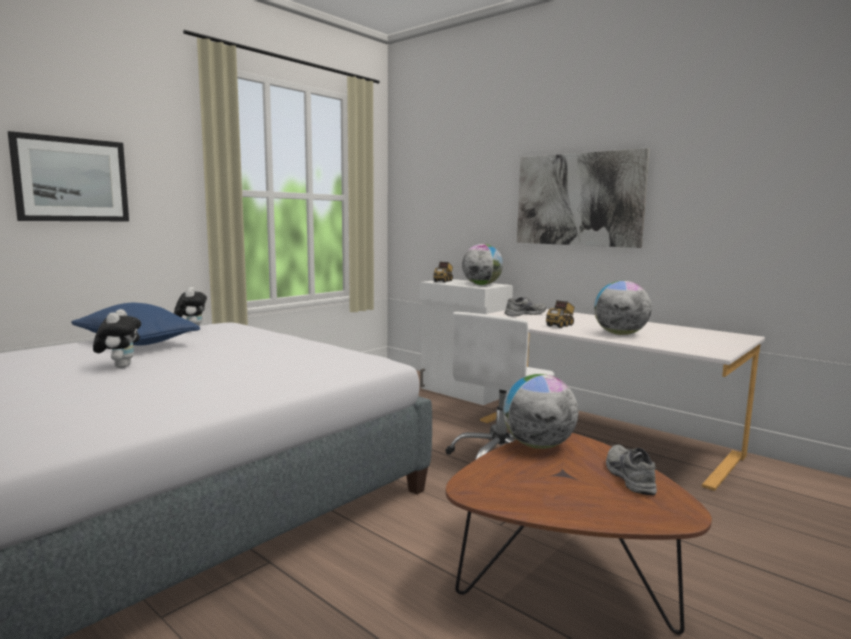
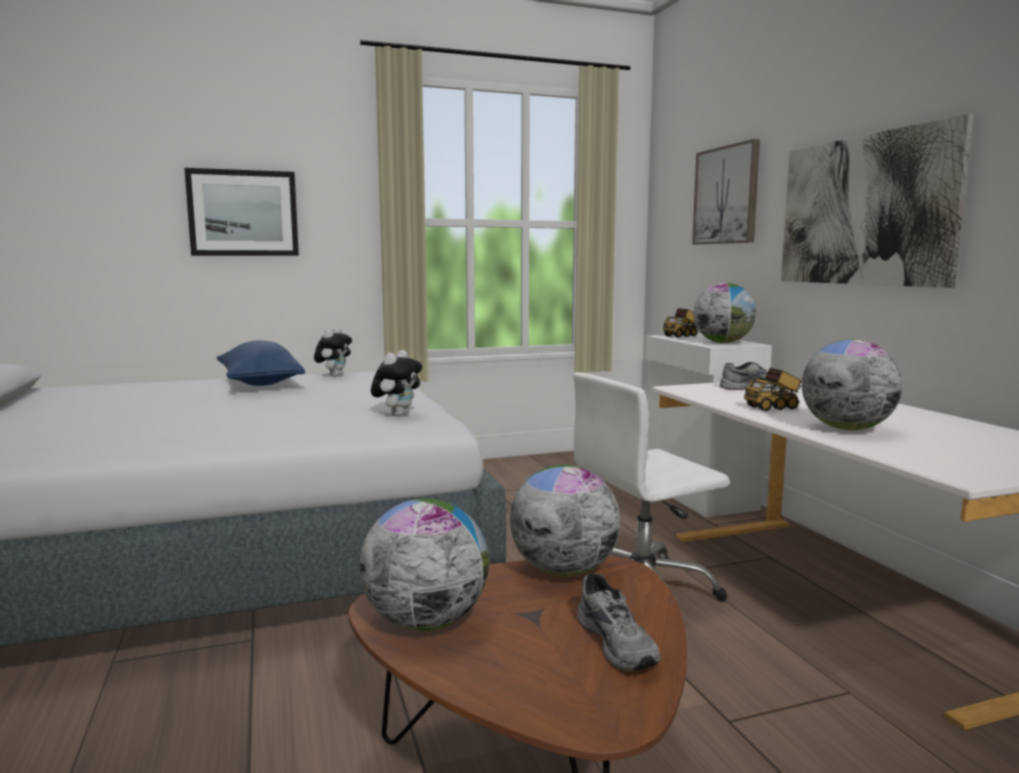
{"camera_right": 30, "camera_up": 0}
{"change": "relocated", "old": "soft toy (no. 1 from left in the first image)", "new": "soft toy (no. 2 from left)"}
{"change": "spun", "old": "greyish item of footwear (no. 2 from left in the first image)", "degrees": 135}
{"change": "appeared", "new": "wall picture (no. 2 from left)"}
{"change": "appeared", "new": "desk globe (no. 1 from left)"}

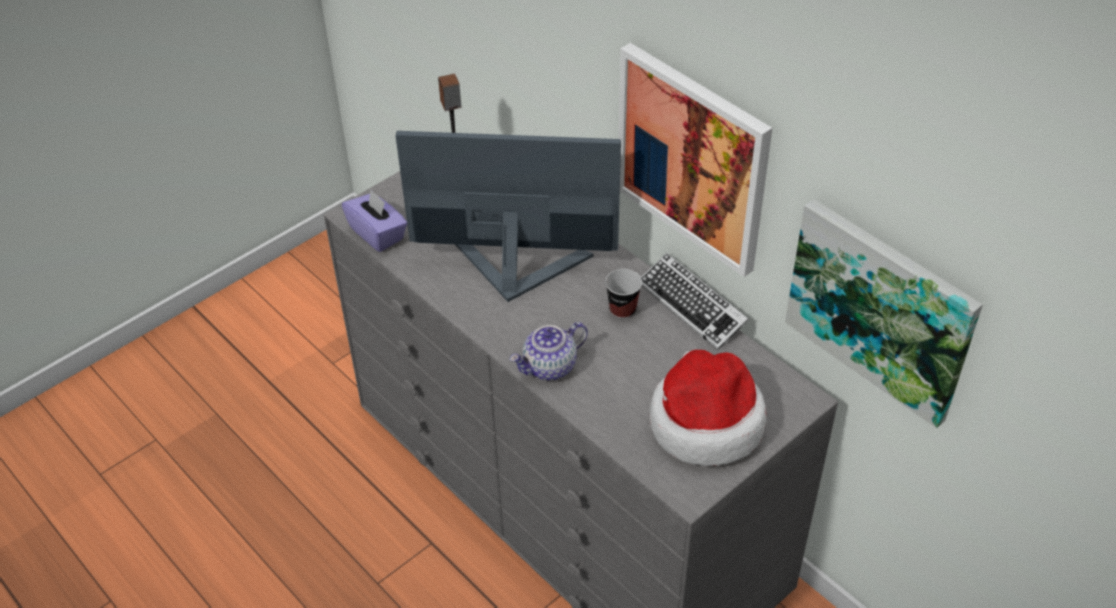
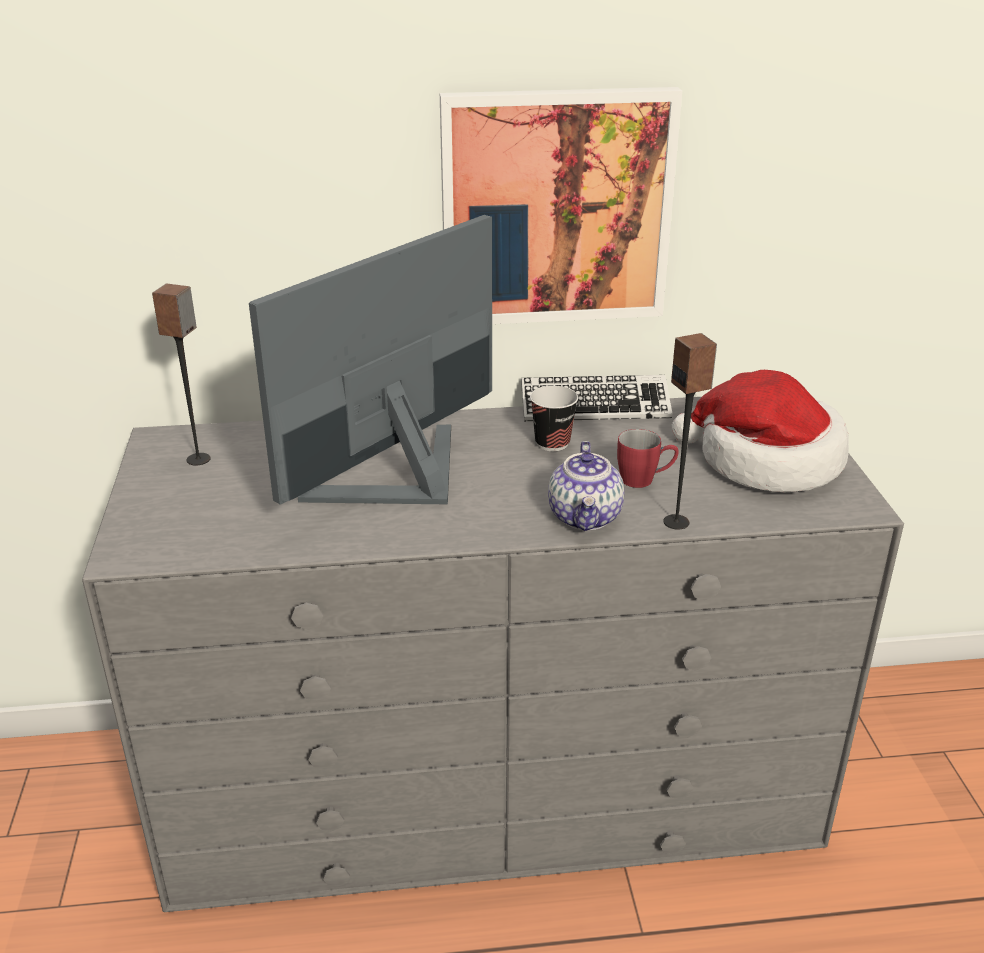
{"camera_right": -55, "camera_up": -15}
{"change": "missing", "old": "purple box of tissues"}
{"change": "missing", "old": "wall picture (no. 2 from left)"}
{"change": "appeared", "new": "audio speaker (no. 2 from left)"}
{"change": "appeared", "new": "red-coloured mug"}

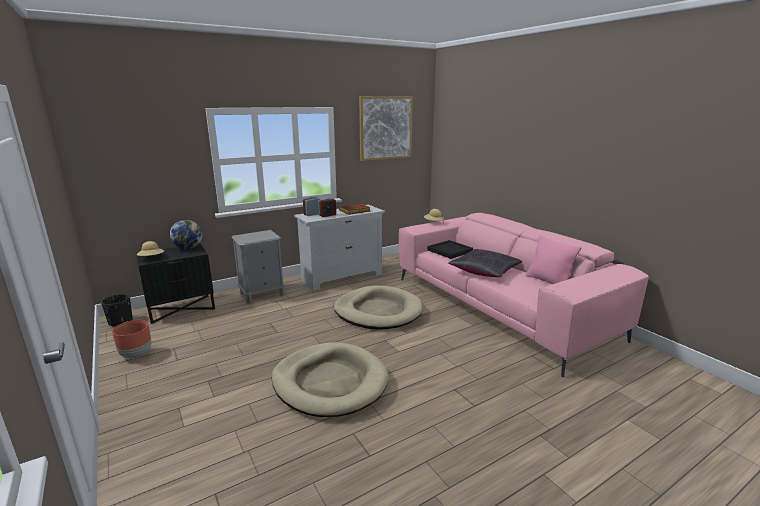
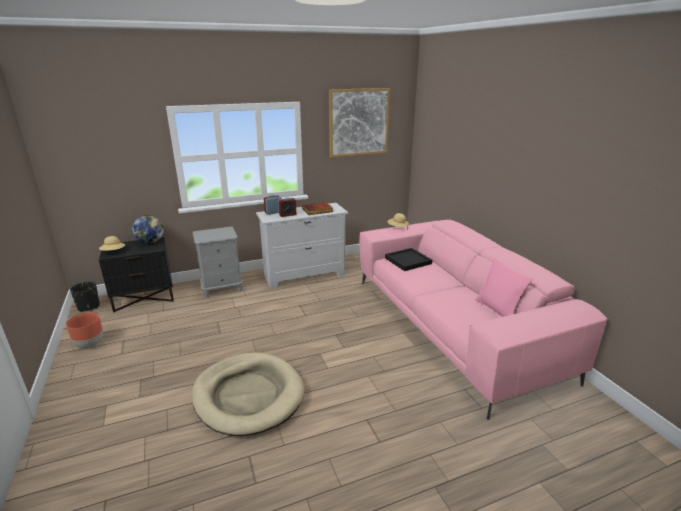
{"camera_right": 10, "camera_up": 5}
{"change": "missing", "old": "black-coloured throw pillow"}
{"change": "missing", "old": "beige-coloured pet bed (no. 2 from left)"}

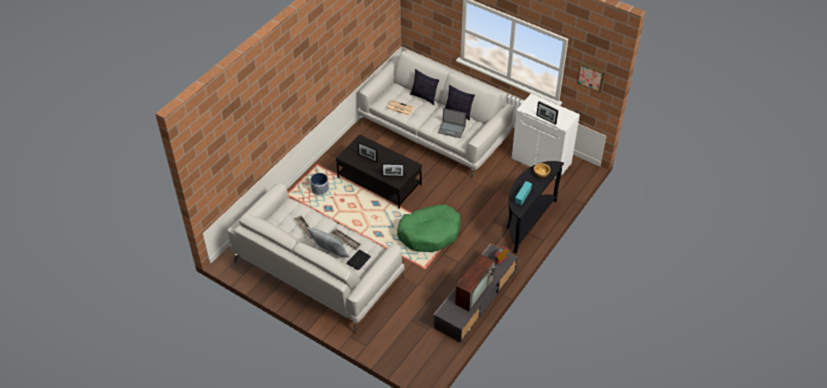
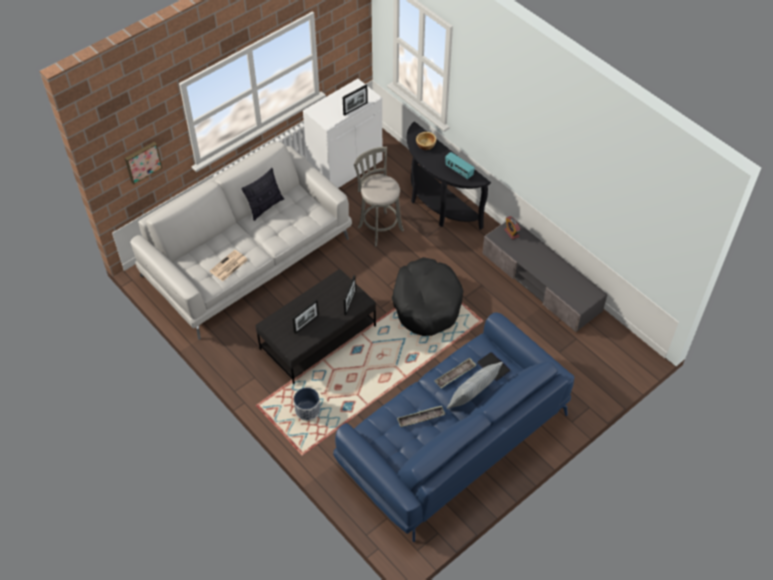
{"camera_right": -75, "camera_up": 5}
{"change": "relocated", "old": "wall picture"}
{"change": "missing", "old": "throw pillow (no. 2 from left)"}
{"change": "missing", "old": "notebook computer (no. 2 from left)"}
{"change": "colour", "old": "white-coloured sofa (no. 1 from left)", "new": "blue sofa"}
{"change": "colour", "old": "green-coloured pet bed", "new": "black-coloured pet bed"}
{"change": "missing", "old": "television"}
{"change": "appeared", "new": "greyish sitting stool"}

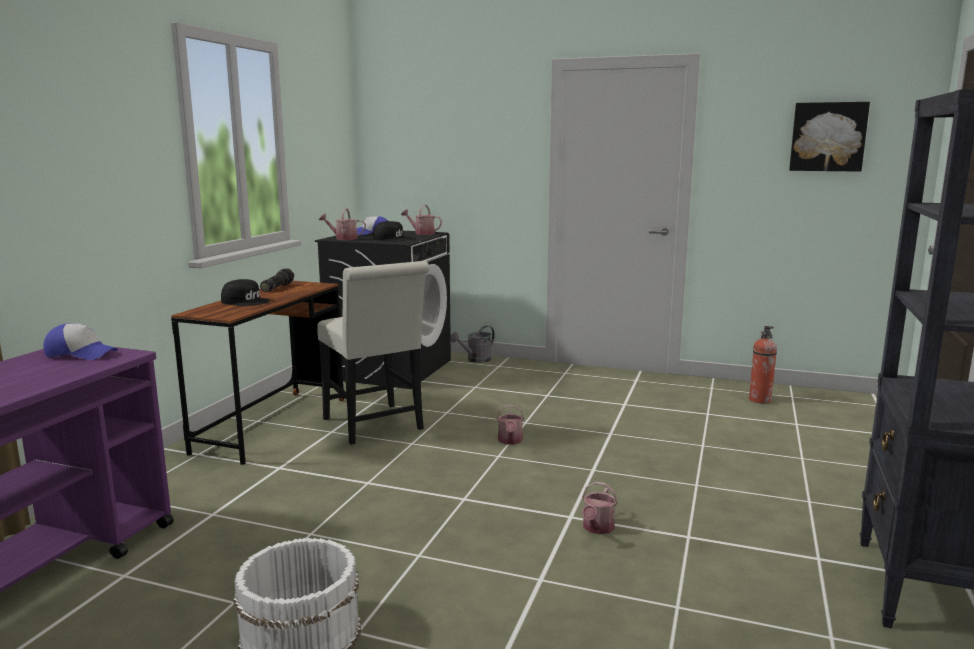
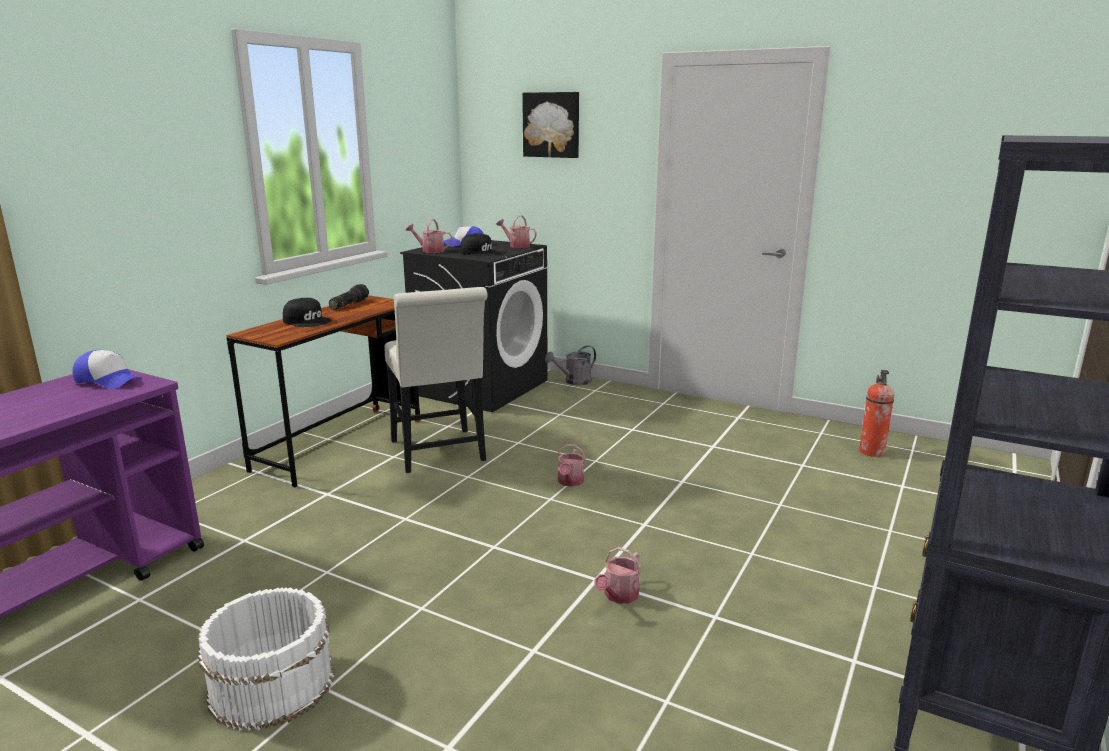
{"camera_right": 10, "camera_up": 5}
{"change": "relocated", "old": "wall picture"}

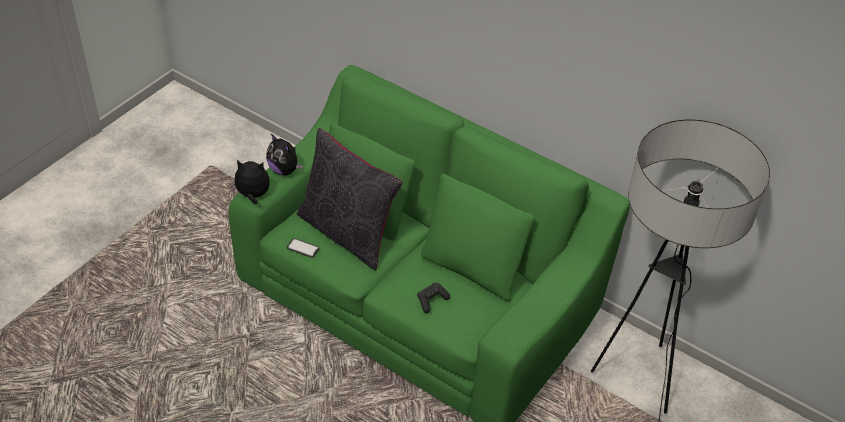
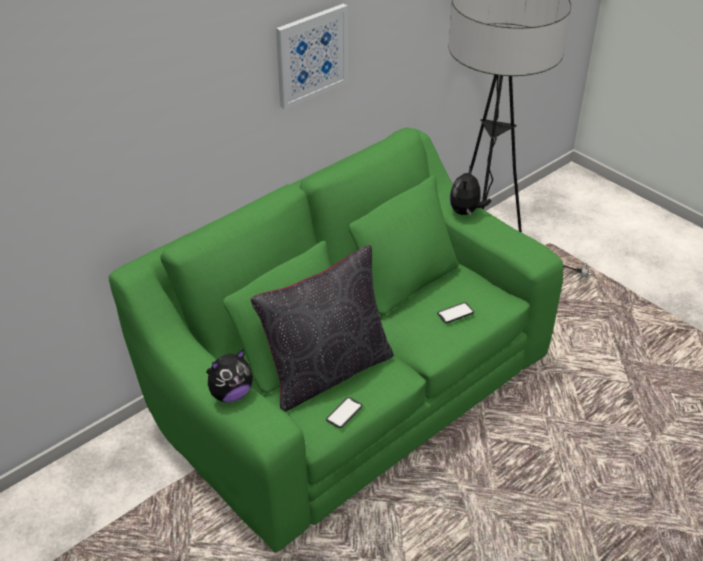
{"camera_right": -75, "camera_up": -5}
{"change": "relocated", "old": "soft toy (no. 1 from left in the first image)", "new": "soft toy (no. 2 from left)"}
{"change": "exchanged", "old": "black-coloured gamepad", "new": "handset (no. 2 from left)"}
{"change": "appeared", "new": "wall picture"}

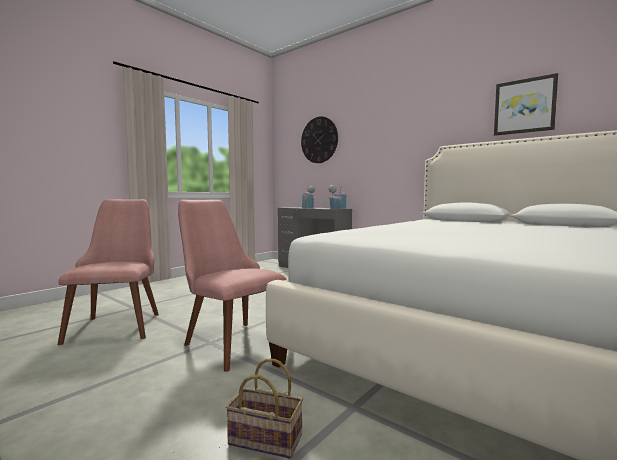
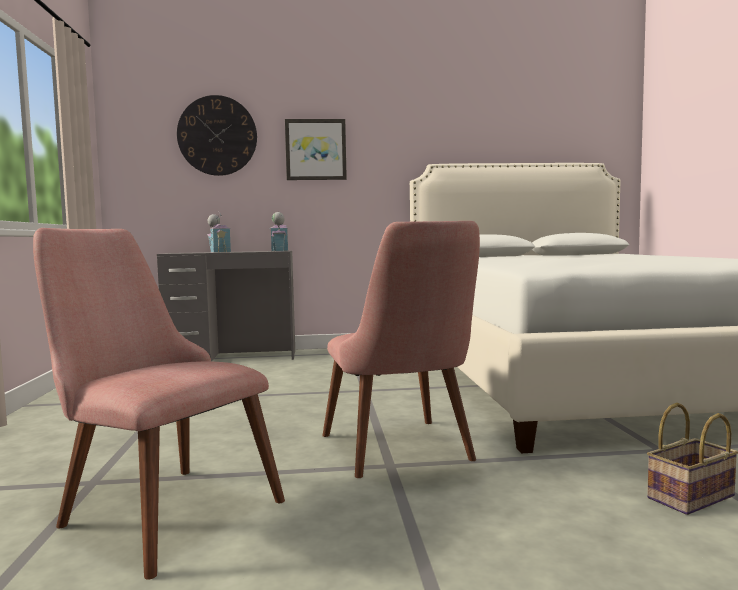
{"camera_right": -45, "camera_up": 0}
{"change": "relocated", "old": "wall picture"}
{"change": "spun", "old": "pinkish chair (no. 2 from left)", "degrees": -105}

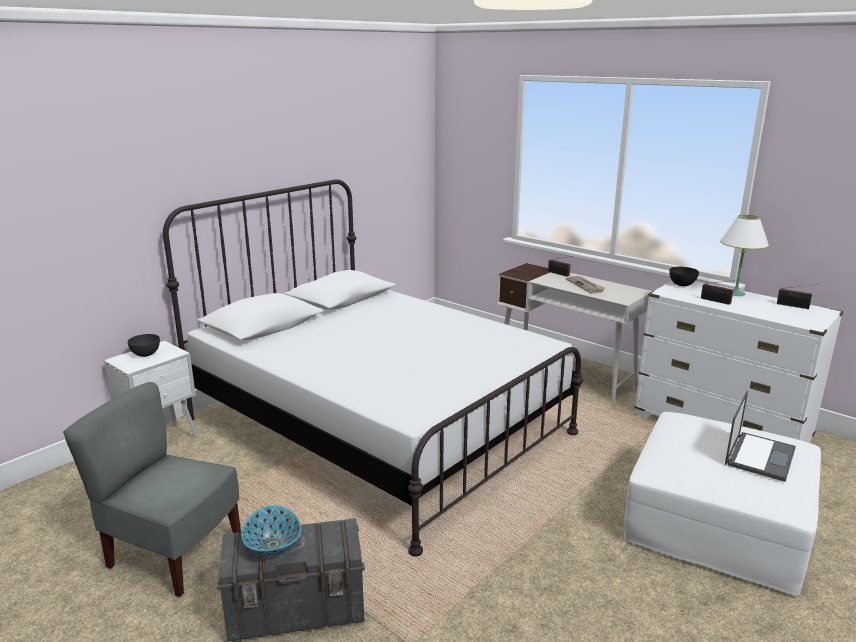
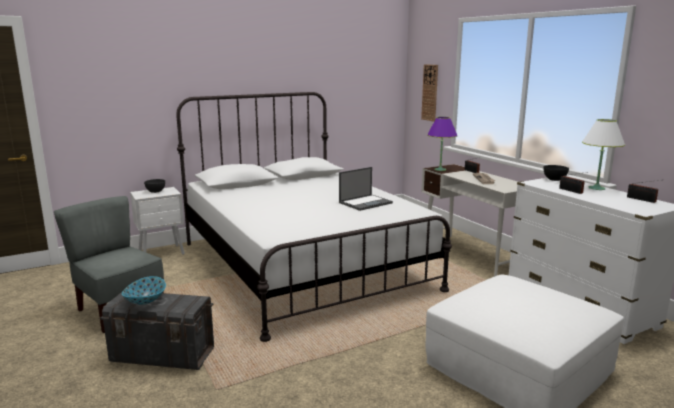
{"camera_right": 20, "camera_up": -5}
{"change": "relocated", "old": "notebook computer"}
{"change": "appeared", "new": "clock on the wall"}
{"change": "appeared", "new": "purple tabletop lamp"}

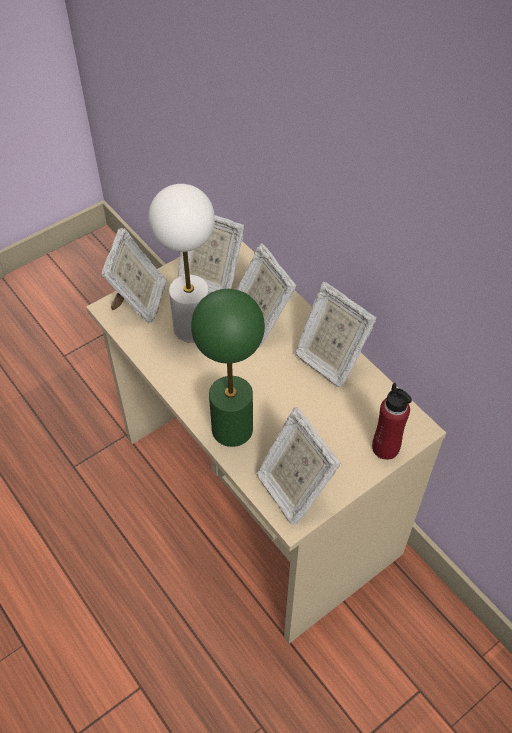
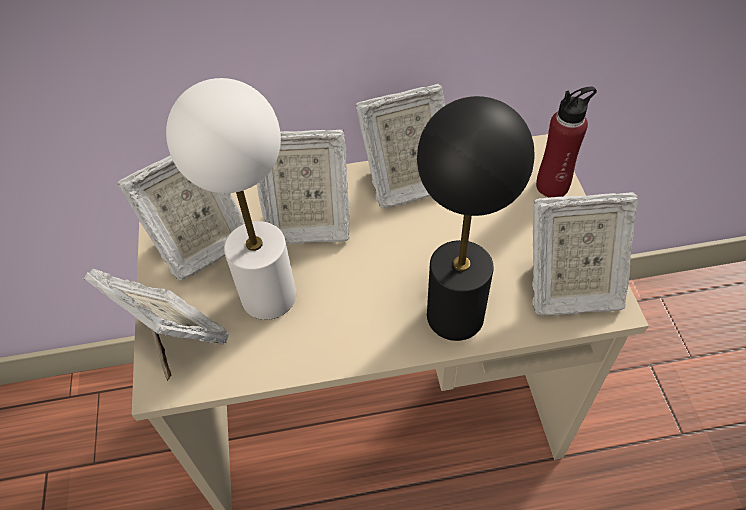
{"camera_right": -60, "camera_up": 0}
{"change": "colour", "old": "green-coloured tabletop lamp", "new": "black-coloured tabletop lamp"}

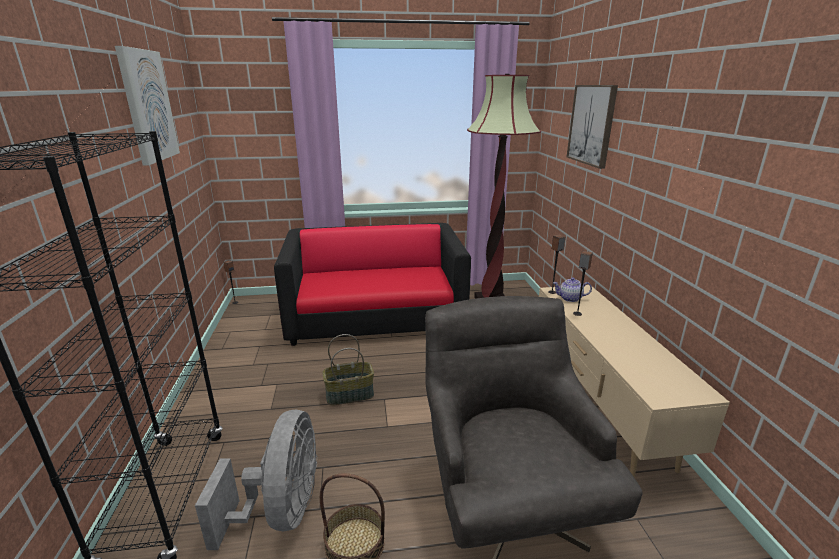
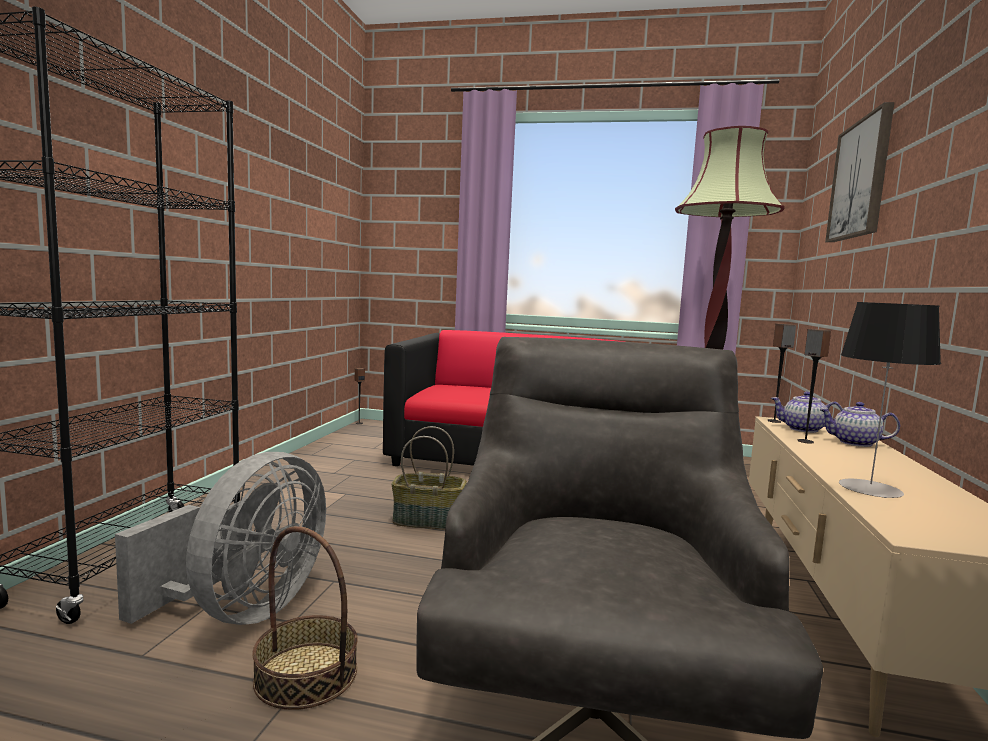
{"camera_right": 20, "camera_up": -15}
{"change": "missing", "old": "wall picture (no. 1 from left)"}
{"change": "appeared", "new": "tabletop lamp"}
{"change": "appeared", "new": "pot for tea (no. 2 from left)"}

